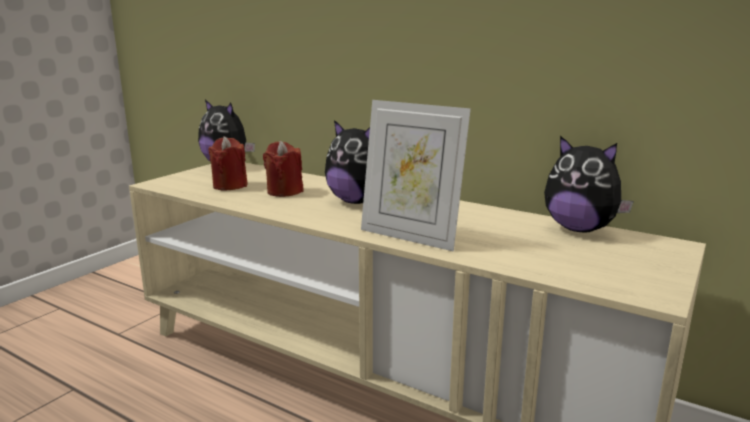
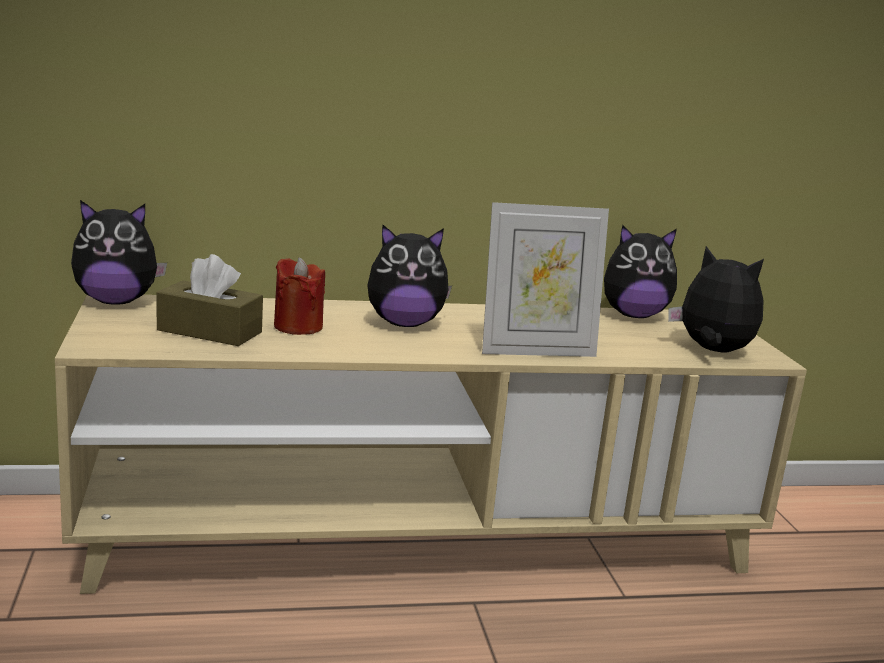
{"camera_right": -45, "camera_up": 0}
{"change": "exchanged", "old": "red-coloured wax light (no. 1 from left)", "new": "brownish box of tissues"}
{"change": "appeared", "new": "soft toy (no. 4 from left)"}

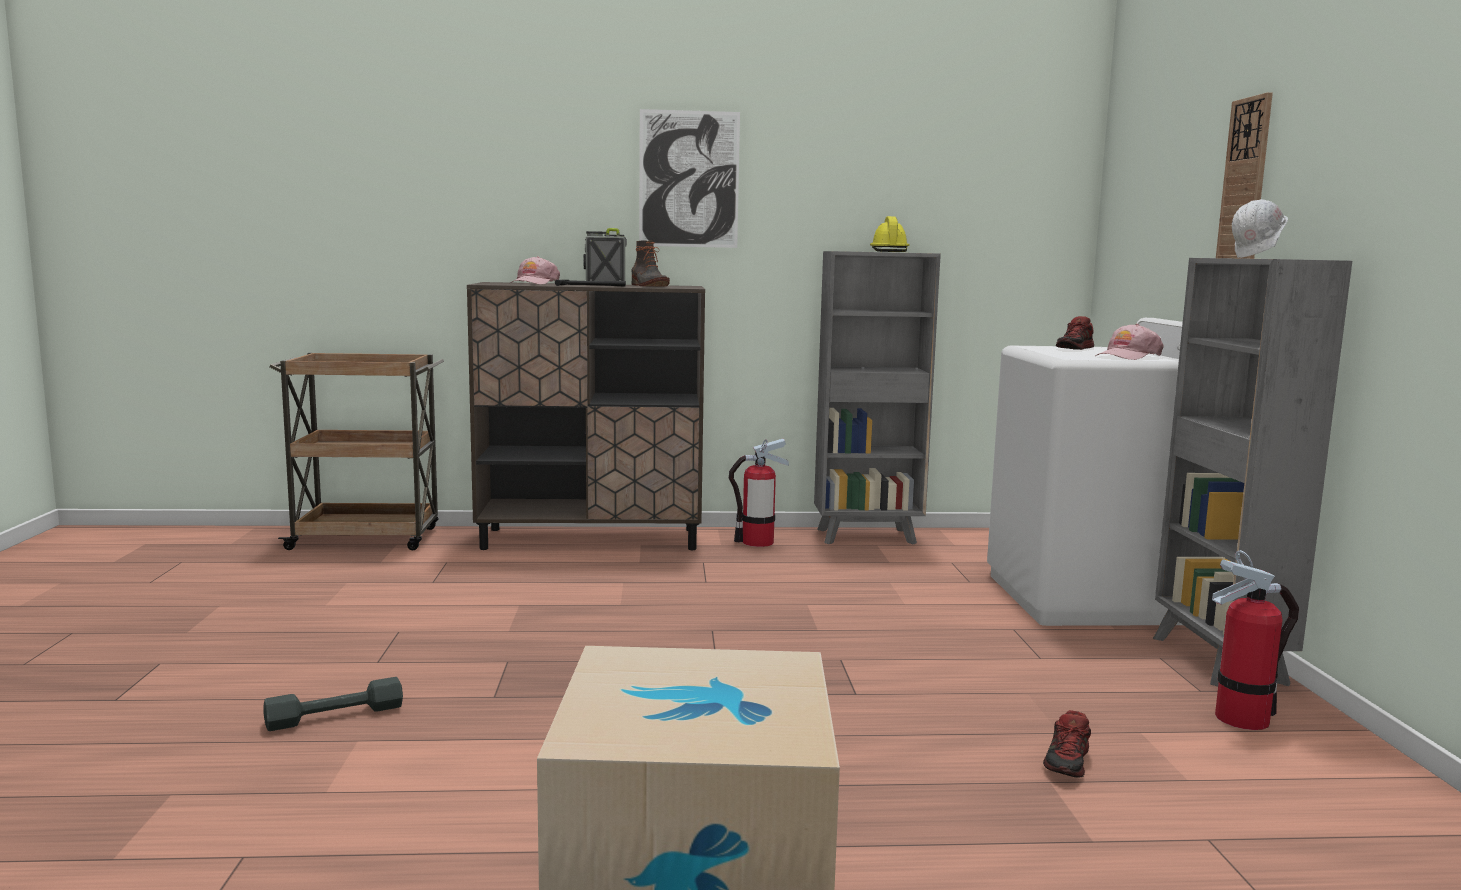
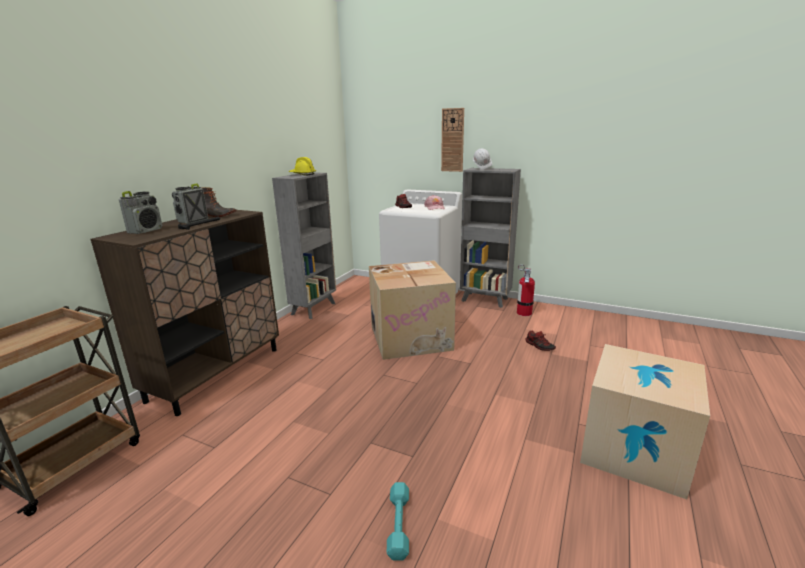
{"camera_right": -60, "camera_up": 10}
{"change": "missing", "old": "wall picture"}
{"change": "exchanged", "old": "pinkish baseball cap (no. 1 from left)", "new": "radio (no. 1 from left)"}
{"change": "missing", "old": "extinguisher (no. 1 from left)"}
{"change": "colour", "old": "greyish dumbbell", "new": "turquoise-coloured dumbbell"}
{"change": "appeared", "new": "carton (no. 1 from left)"}

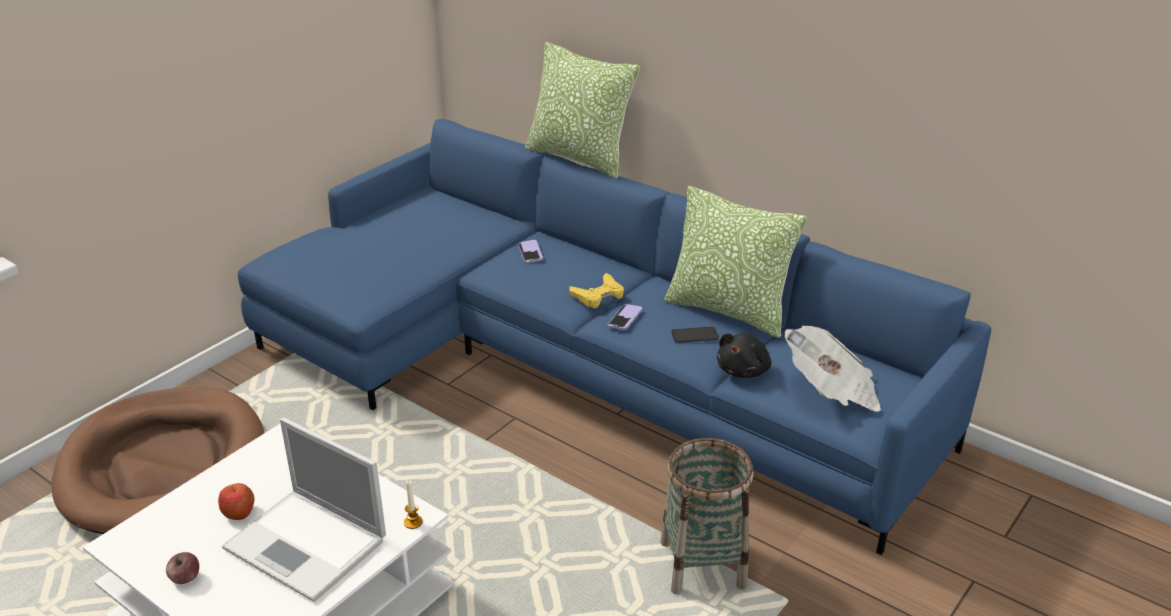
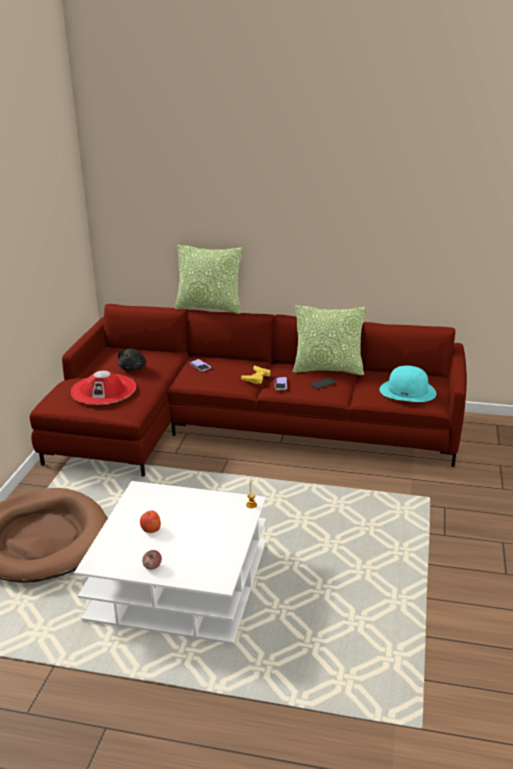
{"camera_right": -25, "camera_up": -5}
{"change": "colour", "old": "blue sofa", "new": "red-coloured sofa"}
{"change": "exchanged", "old": "printed paper", "new": "turquoise-coloured clothing hat"}
{"change": "relocated", "old": "black-coloured soft toy"}
{"change": "missing", "old": "notebook computer"}
{"change": "missing", "old": "storage basket"}
{"change": "appeared", "new": "red-coloured clothing hat"}

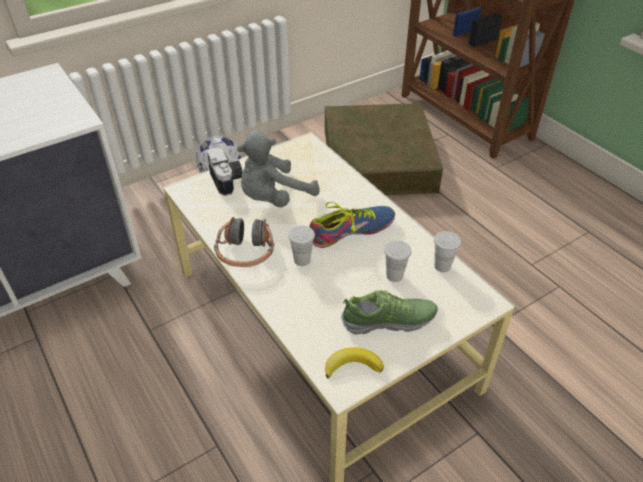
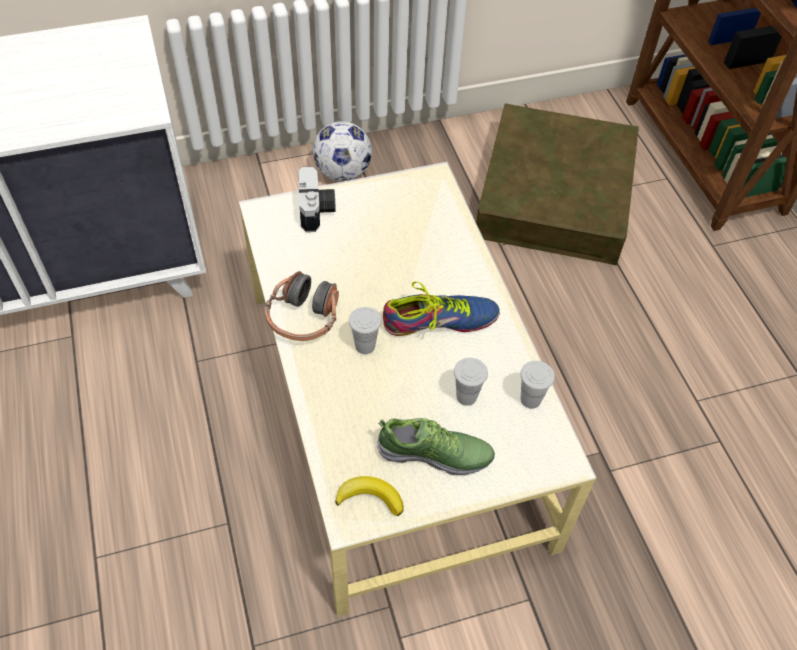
{"camera_right": 15, "camera_up": 10}
{"change": "missing", "old": "greyish soft toy"}

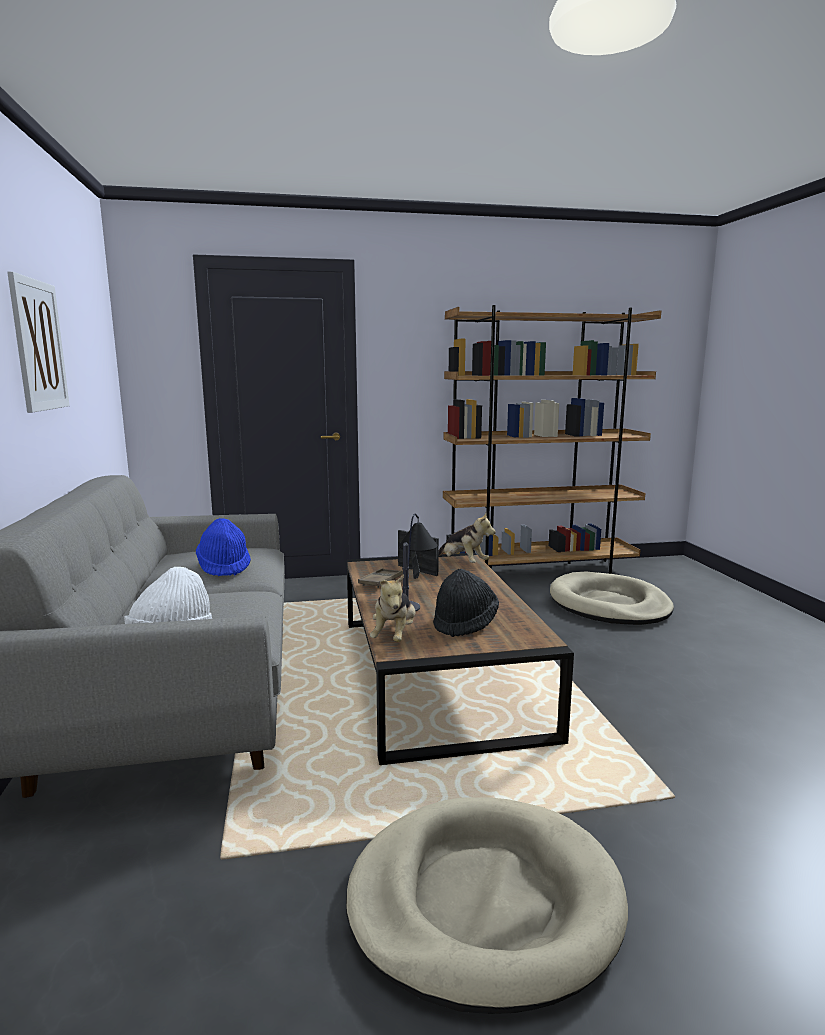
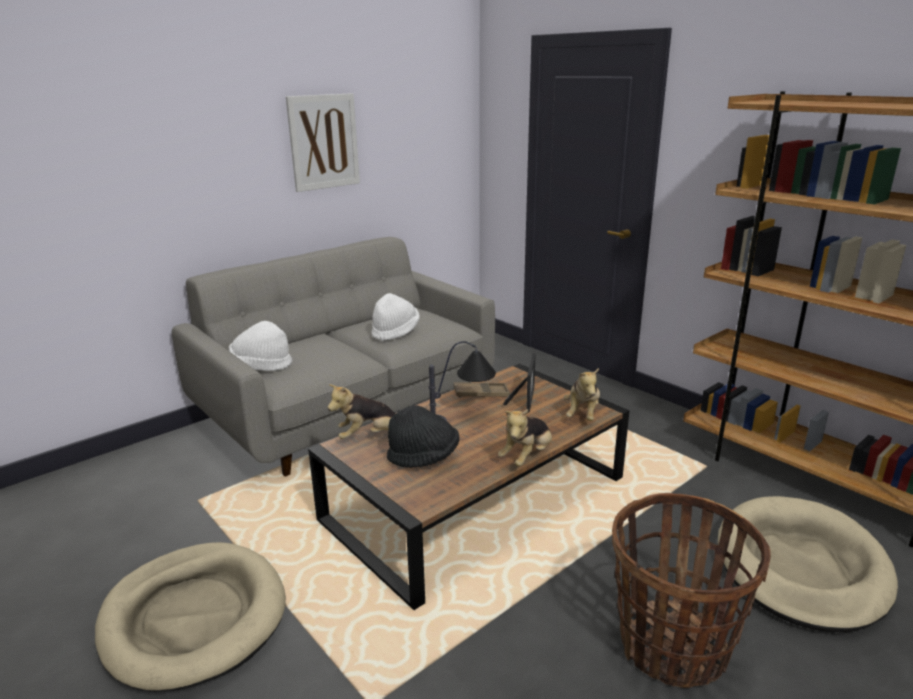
{"camera_right": 60, "camera_up": 10}
{"change": "colour", "old": "blue clothing hat", "new": "white-coloured clothing hat (no. 2 from left)"}
{"change": "appeared", "new": "soft toy (no. 2 from left)"}
{"change": "appeared", "new": "storage basket"}

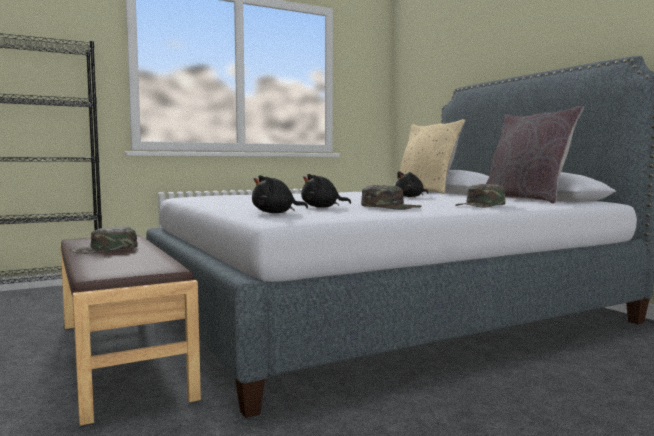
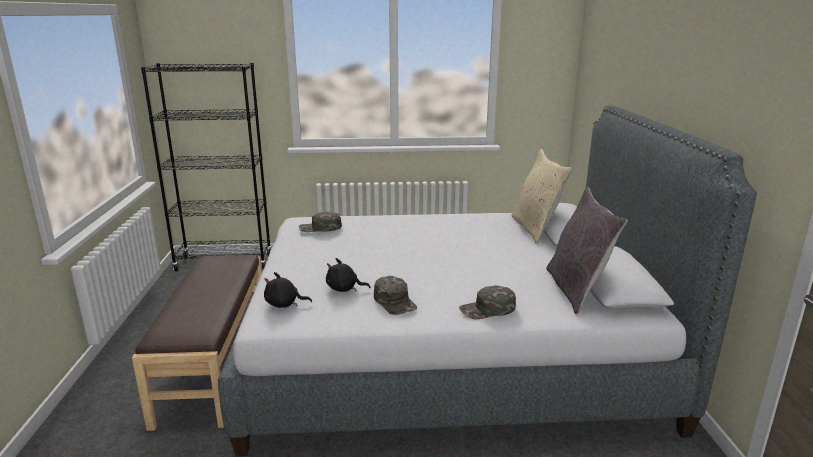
{"camera_right": 25, "camera_up": 15}
{"change": "missing", "old": "black-coloured soft toy (no. 3 from left)"}
{"change": "relocated", "old": "green-coloured baseball cap (no. 1 from left)"}

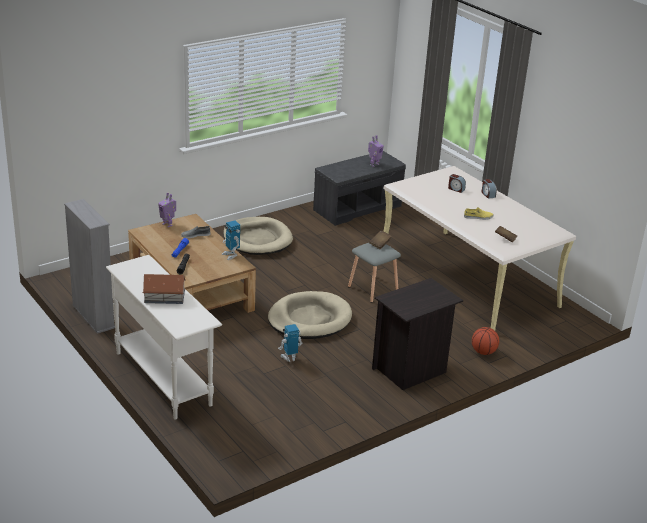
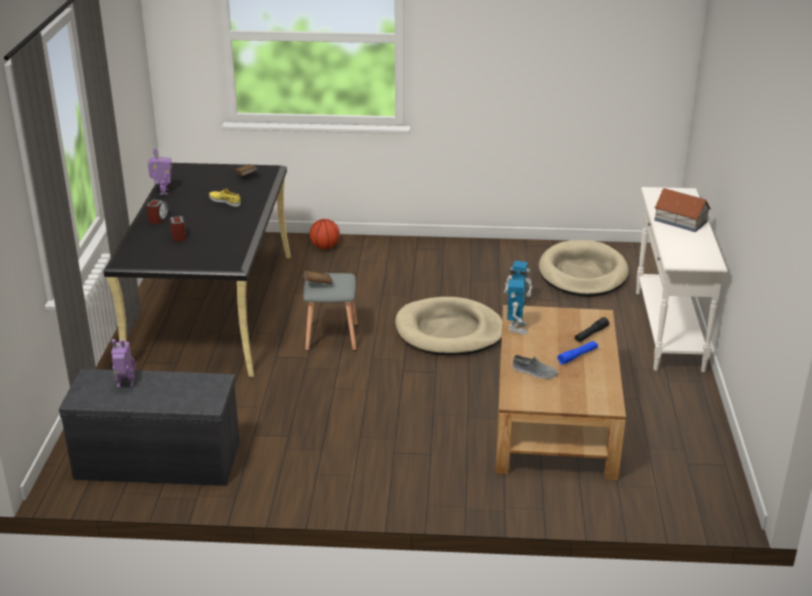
{"camera_right": -140, "camera_up": 0}
{"change": "colour", "old": "beige-coloured desk", "new": "black-coloured desk"}
{"change": "relocated", "old": "toy robot (no. 1 from left in the first image)", "new": "toy robot (no. 2 from left)"}
{"change": "missing", "old": "greyish shelving unit"}
{"change": "relocated", "old": "beige-coloured pet bed (no. 1 from left in the first image)", "new": "beige-coloured pet bed (no. 2 from left)"}
{"change": "missing", "old": "black-coloured bedside table"}

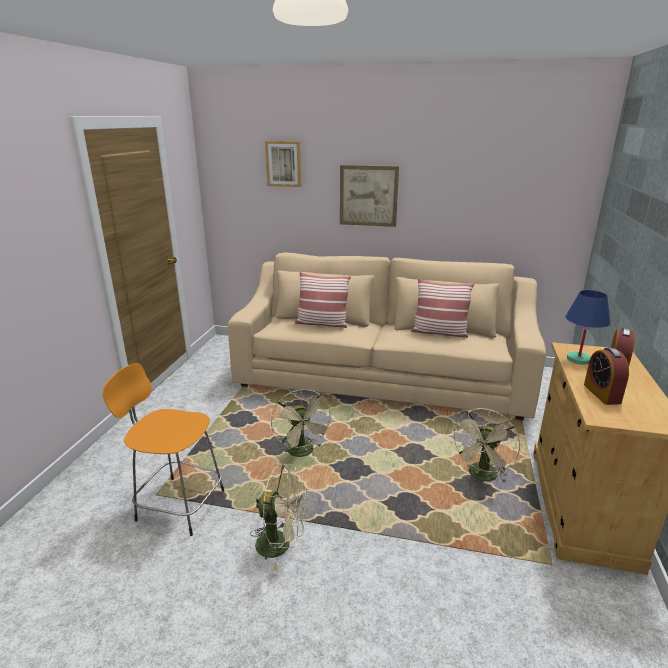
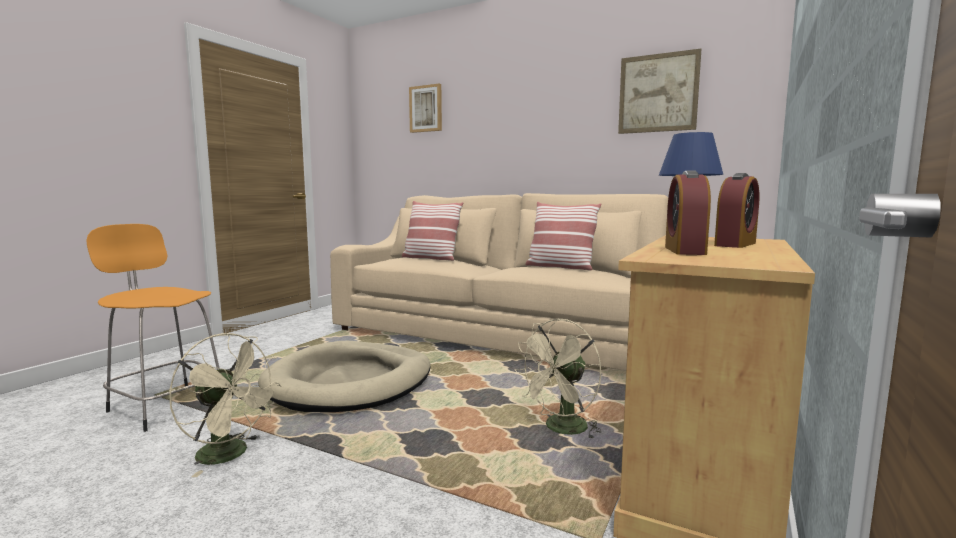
{"camera_right": 15, "camera_up": -15}
{"change": "relocated", "old": "wall picture (no. 2 from left)"}
{"change": "exchanged", "old": "beige-coloured electric fan (no. 2 from left)", "new": "beige-coloured pet bed"}

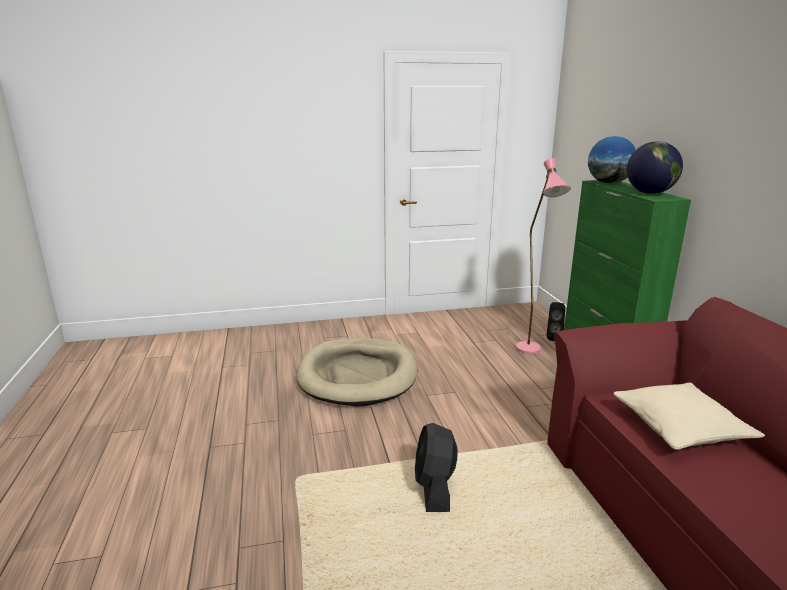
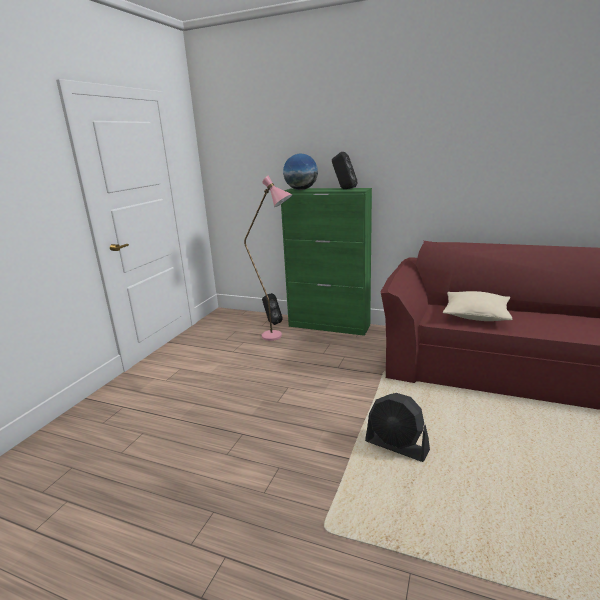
{"camera_right": -55, "camera_up": 0}
{"change": "exchanged", "old": "desk globe (no. 2 from left)", "new": "black-coloured audio speaker (no. 2 from left)"}
{"change": "missing", "old": "beige-coloured pet bed"}

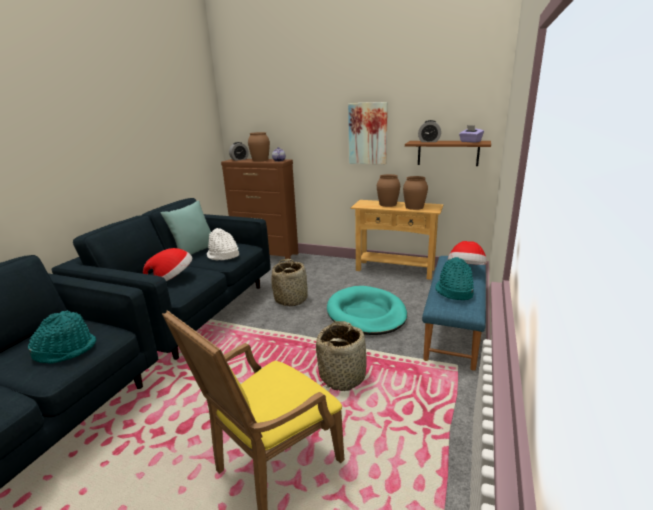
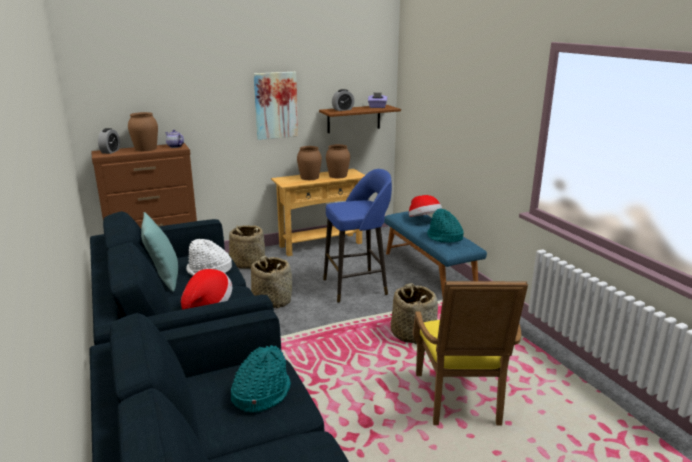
{"camera_right": -45, "camera_up": 0}
{"change": "exchanged", "old": "turquoise-coloured pet bed", "new": "blue sitting stool"}
{"change": "appeared", "new": "storage basket (no. 1 from left)"}

